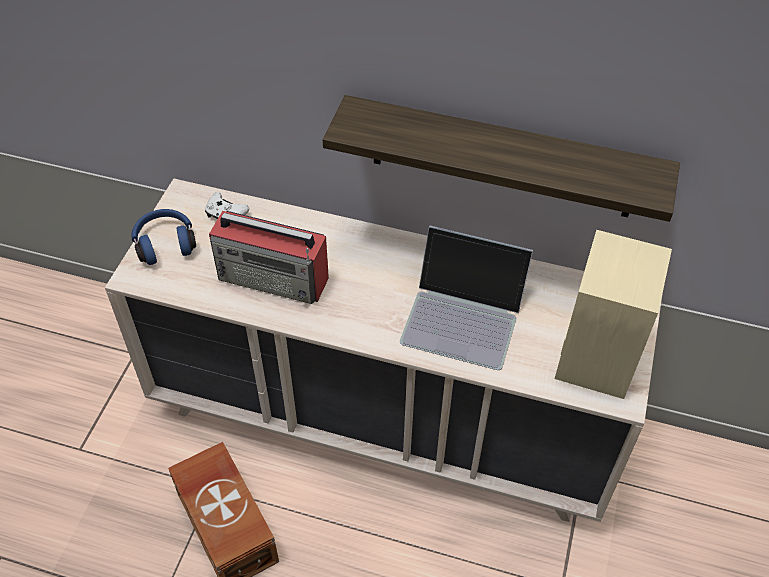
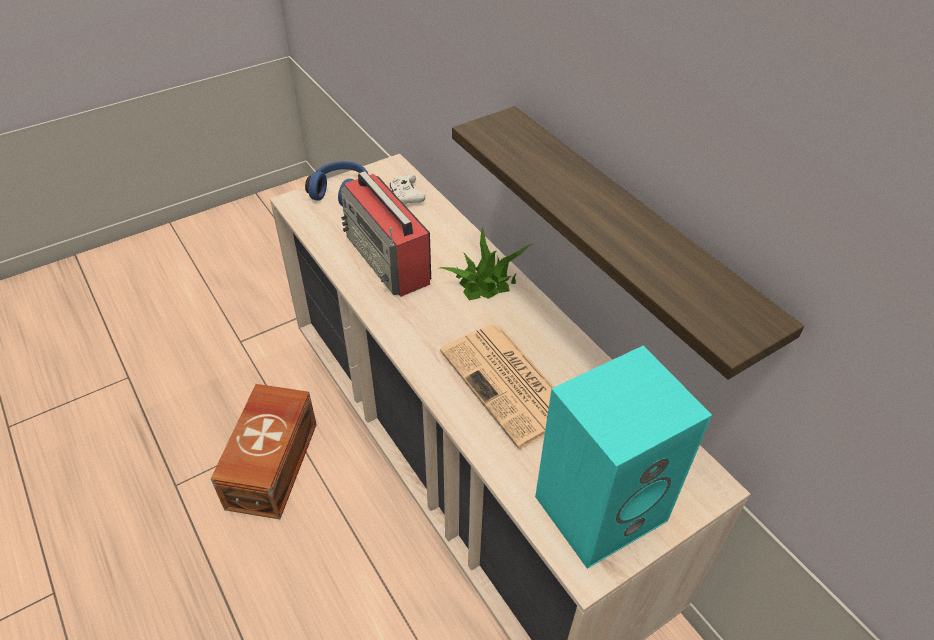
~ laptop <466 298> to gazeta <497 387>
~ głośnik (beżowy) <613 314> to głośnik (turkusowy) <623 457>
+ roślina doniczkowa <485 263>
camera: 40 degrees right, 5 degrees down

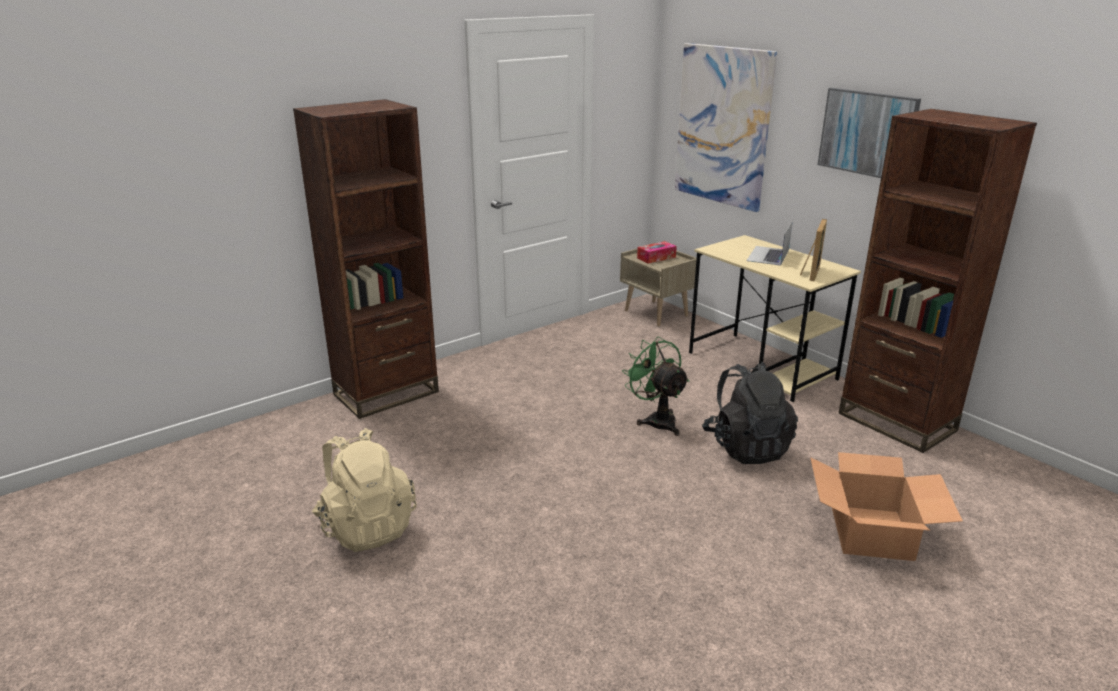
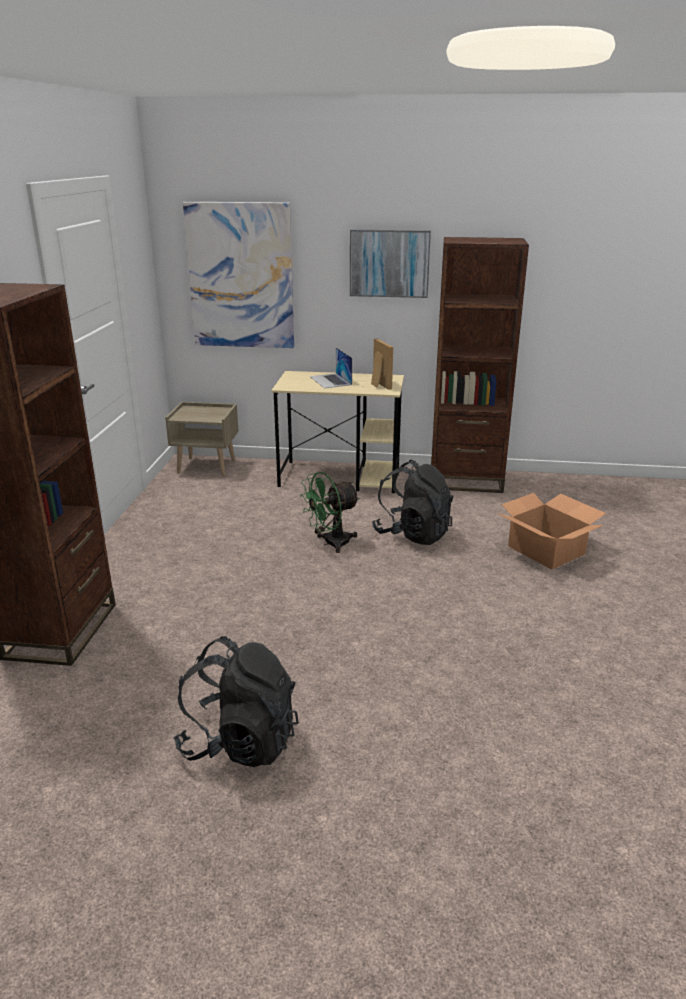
- pudełko chusteczek <657 252>
~ wentylator (zielony) <656 386> = <329 512> 45 degrees counterclockwise
~ plecak (beżowy) <364 490> to plecak (czarny) <236 701>
camera: 45 degrees left, 0 degrees up

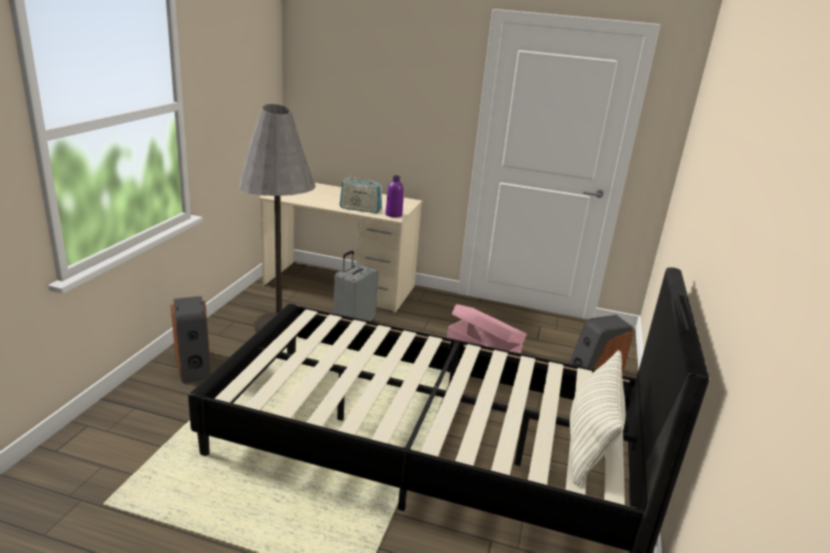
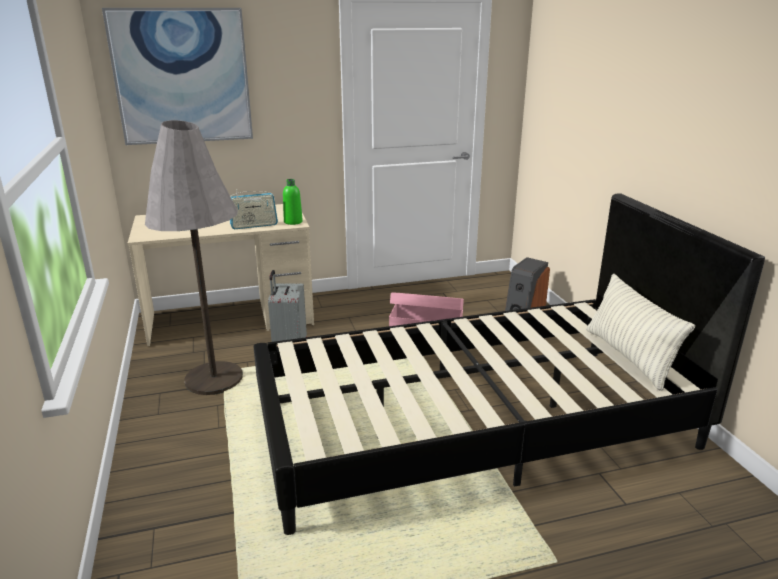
~ butelka (fioletowy) <394 196> to butelka (zielony) <293 202>
- głośnik <191 339>
+ obraz <177 76>
camera: 30 degrees left, 0 degrees up

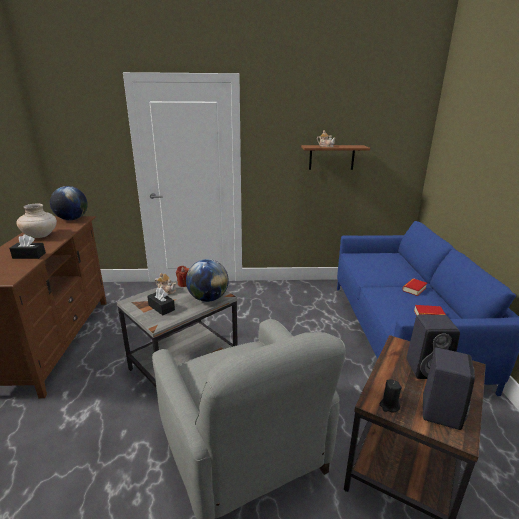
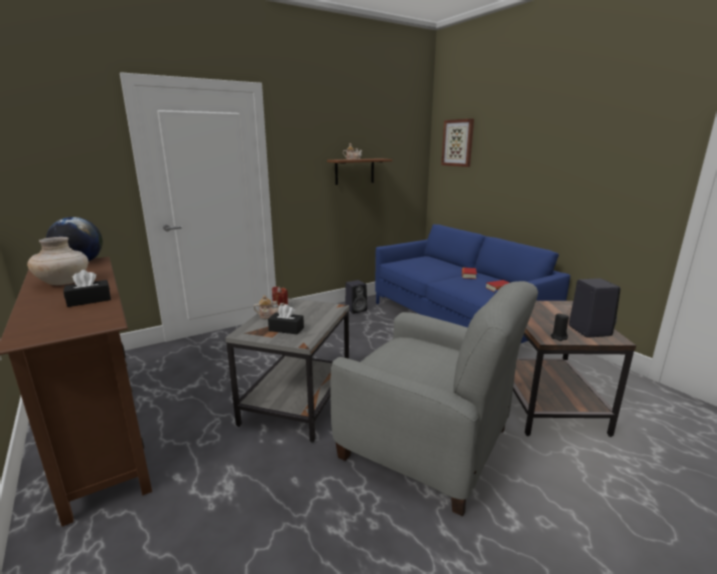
- globus <207 280>
~ głośnik (czarny) <433 347> to <356 297>
+ obraz <457 143>
camera: 30 degrees left, 5 degrees down

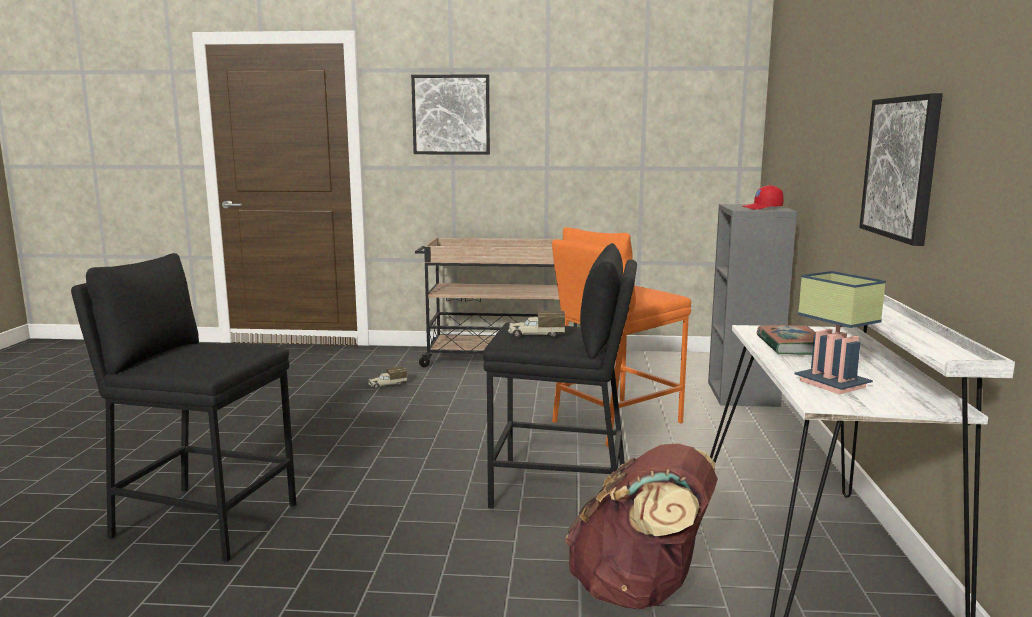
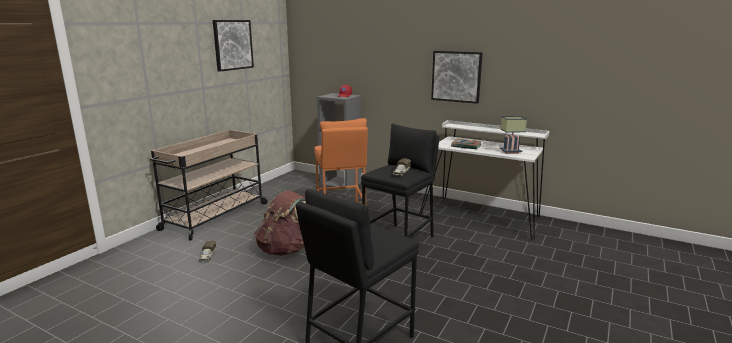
~ obraz <450 114> to <233 46>
~ plecak (brązowy) <641 526> to <280 223>
camera: 65 degrees left, 5 degrees up

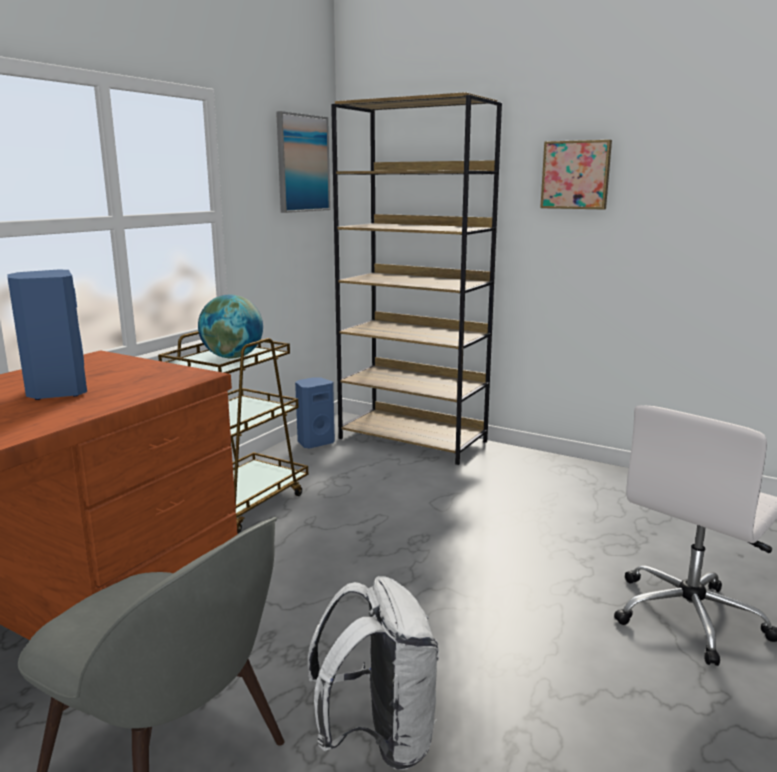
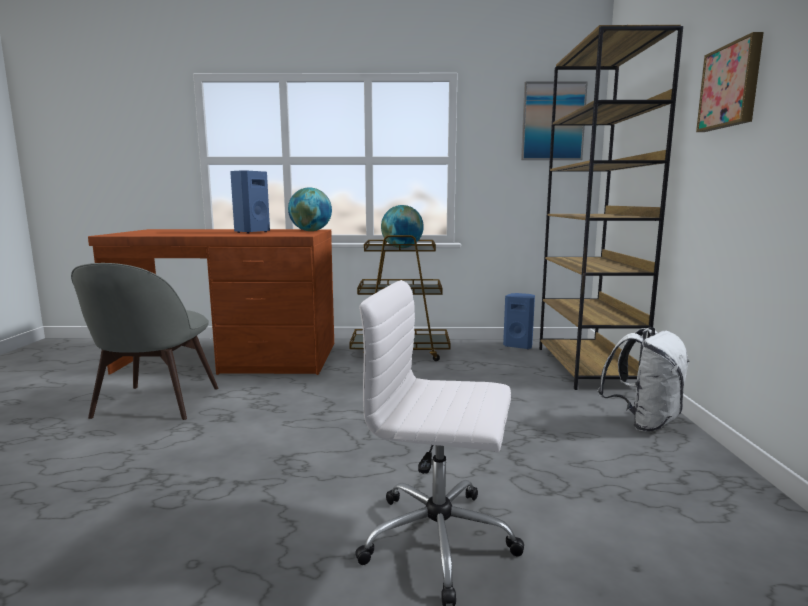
~ plecak (biały) <373 673> to <643 379>
+ globus <310 209>
camera: 60 degrees right, 5 degrees down

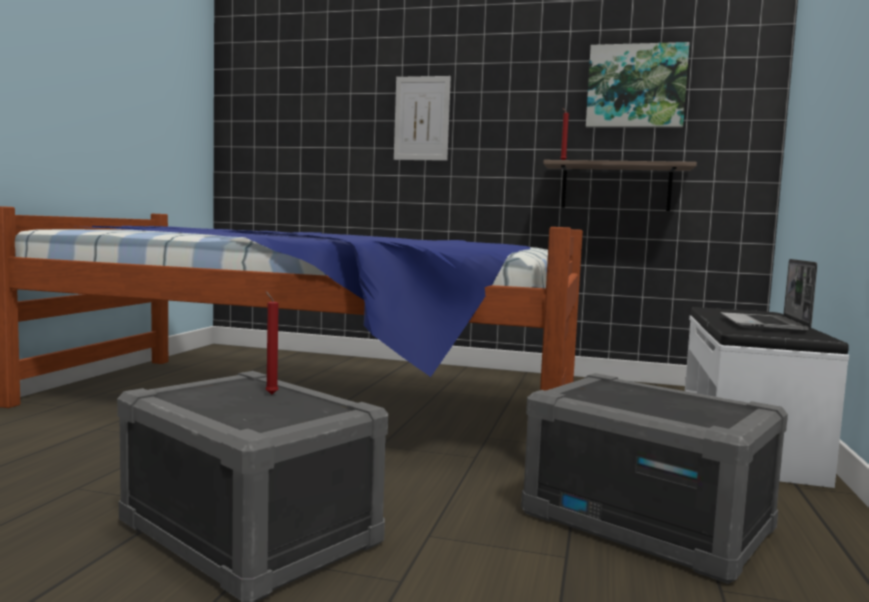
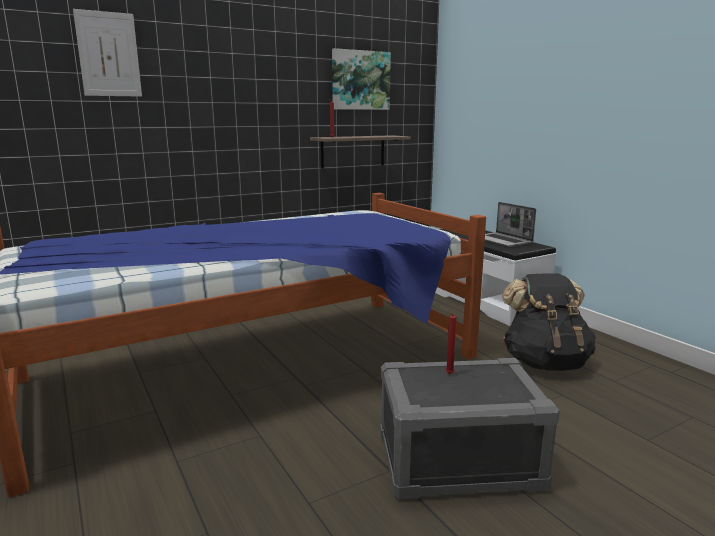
~ obraz <422 118> to <107 53>
~ pojemnik do przechowywania (szary) <654 478> to plecak (czarny) <549 322>
camera: 45 degrees left, 10 degrees up

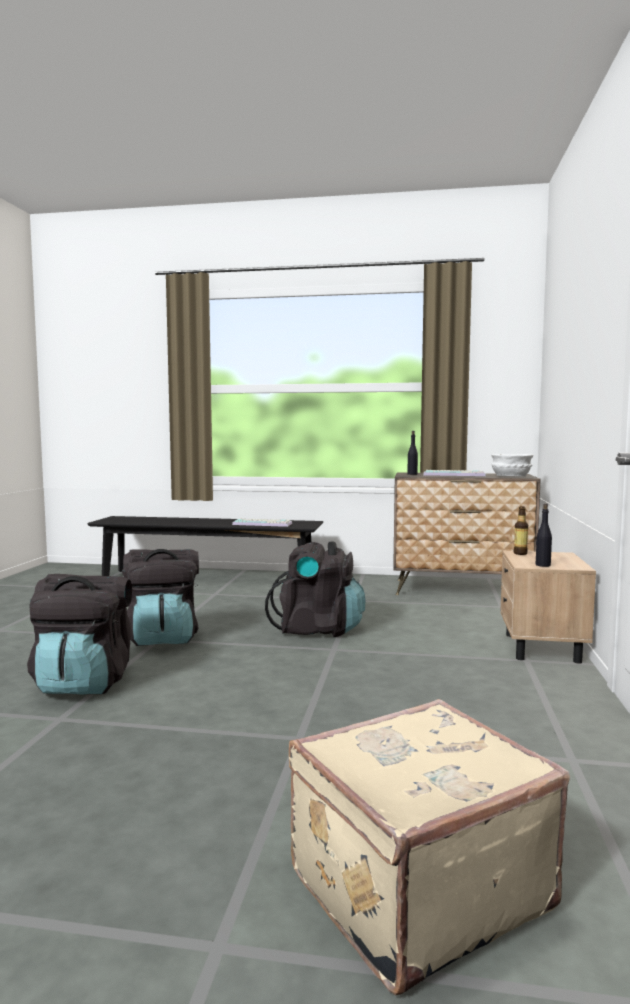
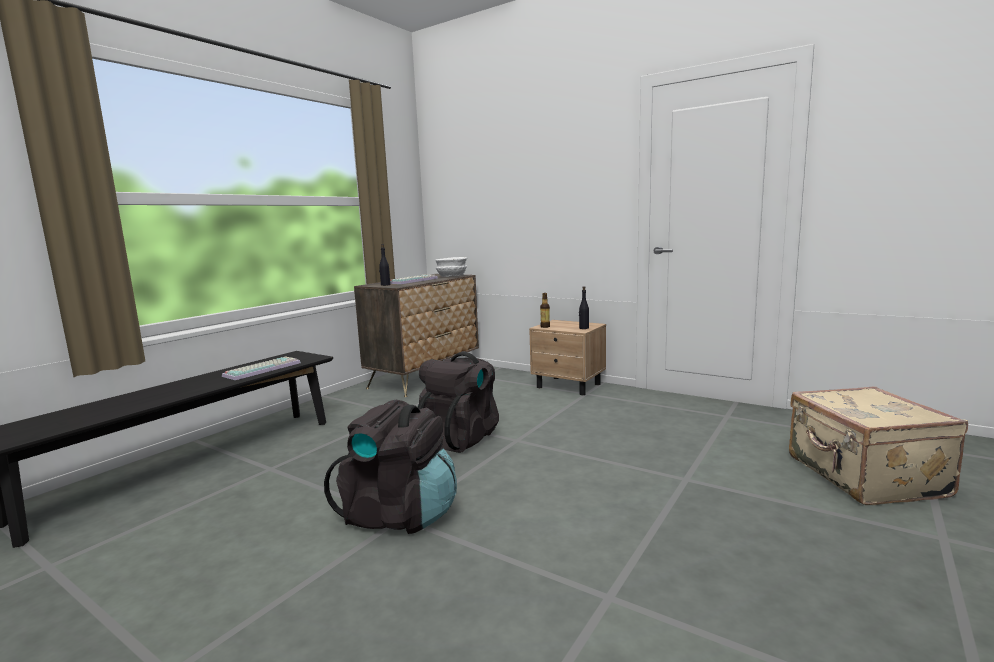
- plecak (czarny) <79 634>
camera: 65 degrees left, 5 degrees up

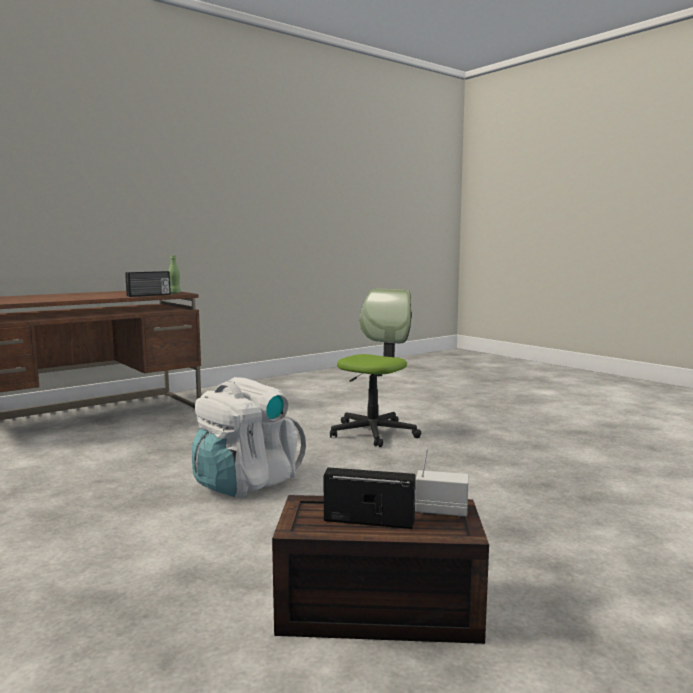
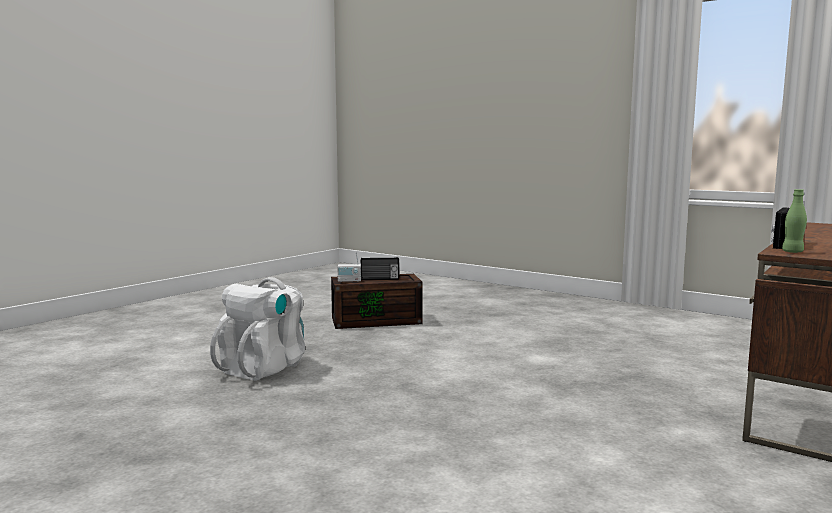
- krzesło biurowe <375 367>
~ plecak (biały) <249 437> to <257 329>
camera: 165 degrees right, 0 degrees up

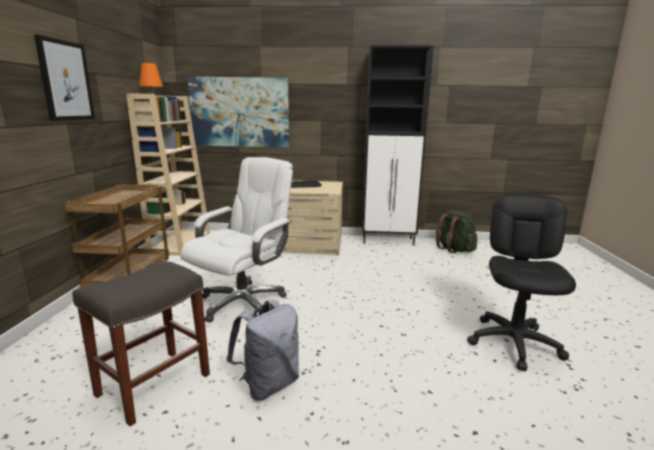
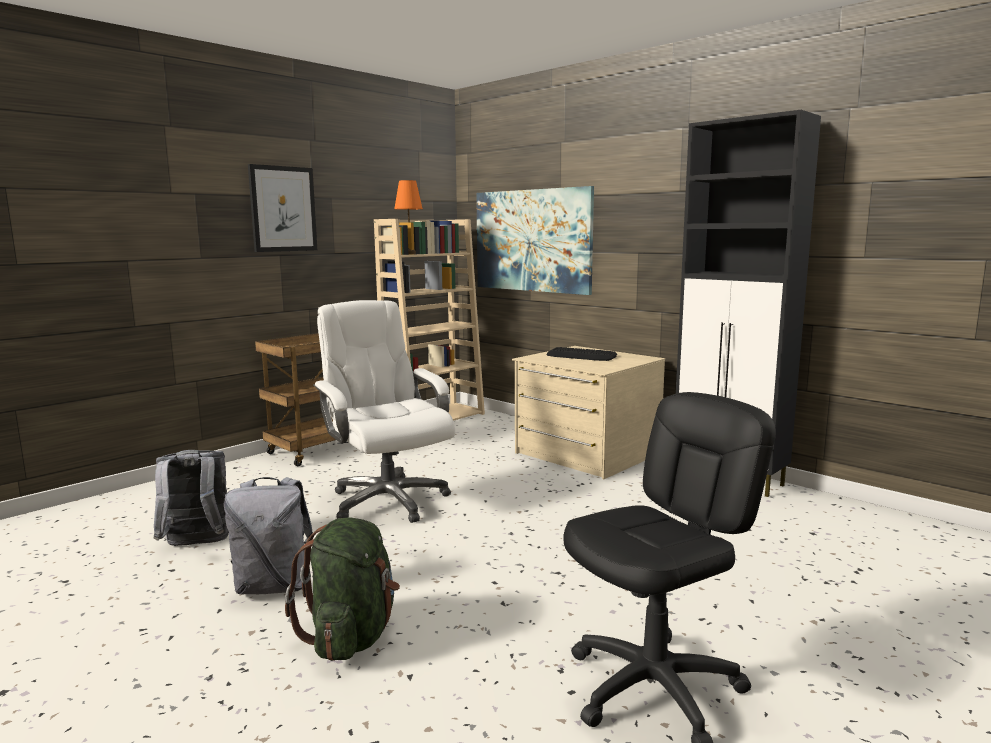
~ krzesło biurowe (biały) <236 239> = <384 411> 105 degrees counterclockwise
~ plecak (zielony) <456 231> to <342 589>
~ stołek (szary) <141 343> to plecak (szary) <191 498>
camera: 40 degrees right, 5 degrees down

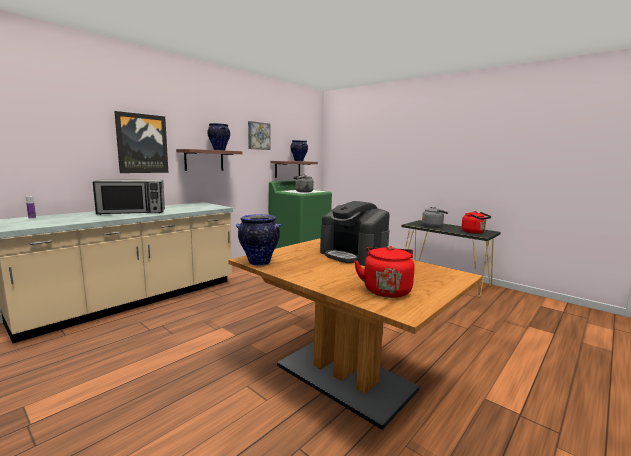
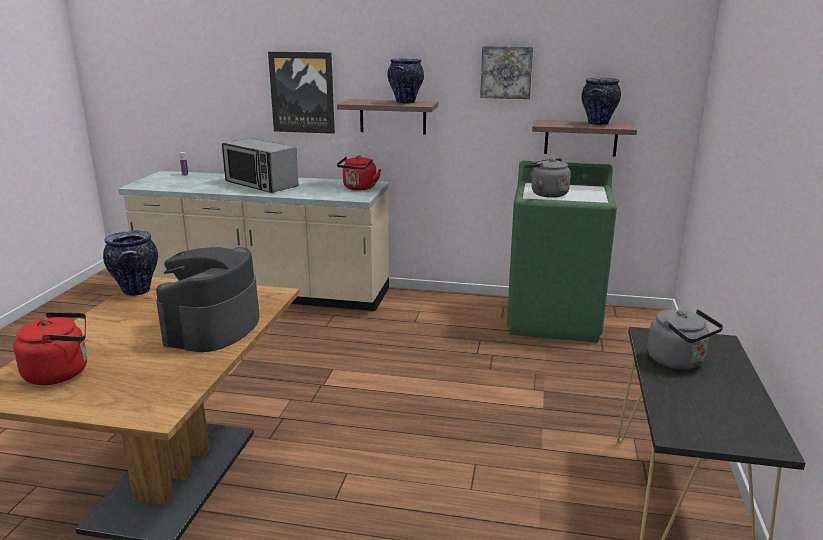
~ czajnik (czerwony) <476 222> to <359 173>
camera: 60 degrees right, 10 degrees up

